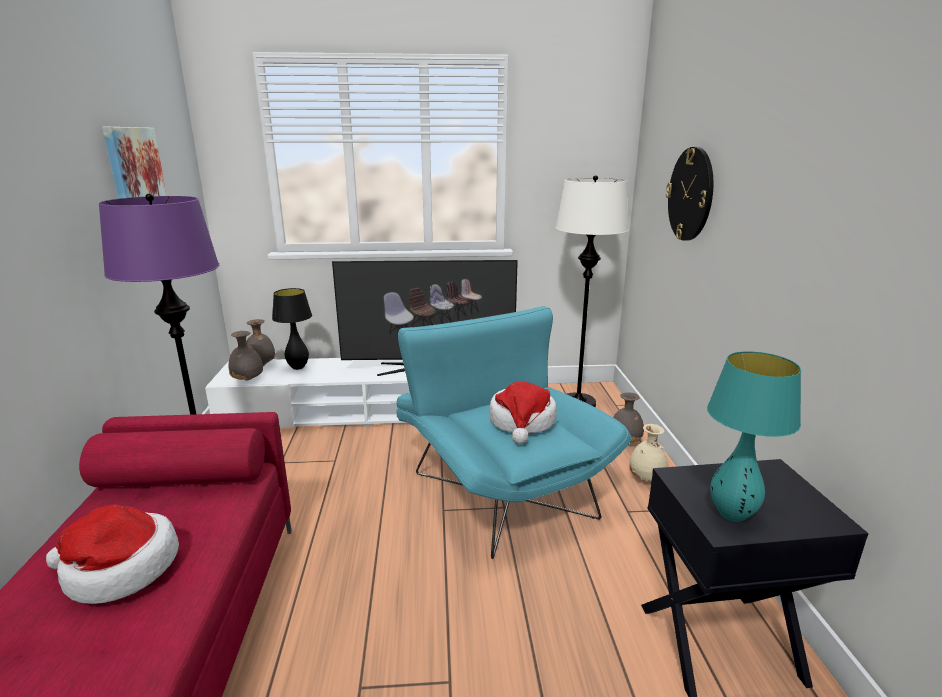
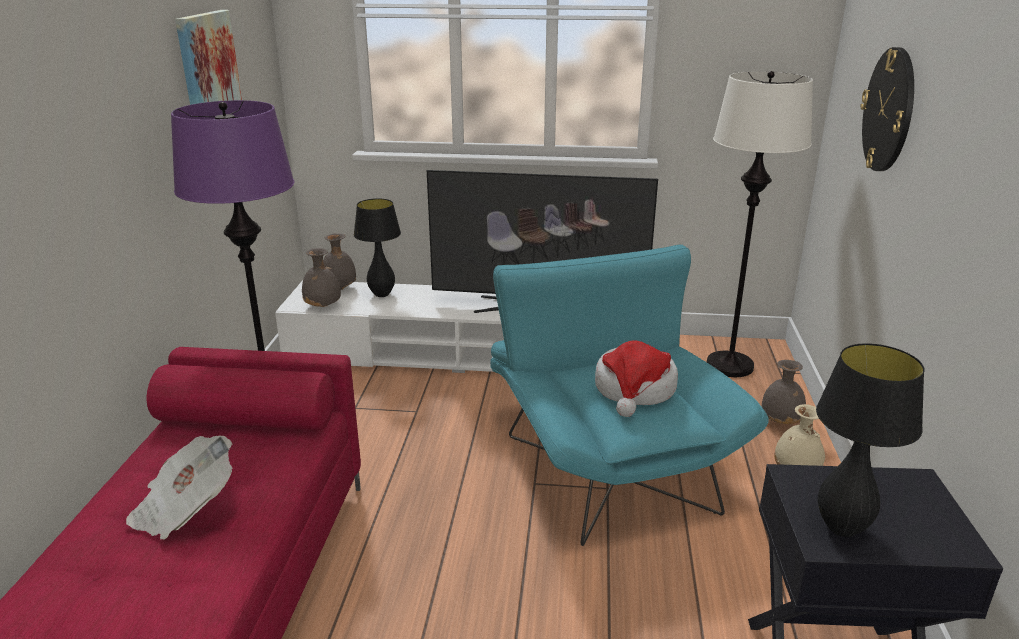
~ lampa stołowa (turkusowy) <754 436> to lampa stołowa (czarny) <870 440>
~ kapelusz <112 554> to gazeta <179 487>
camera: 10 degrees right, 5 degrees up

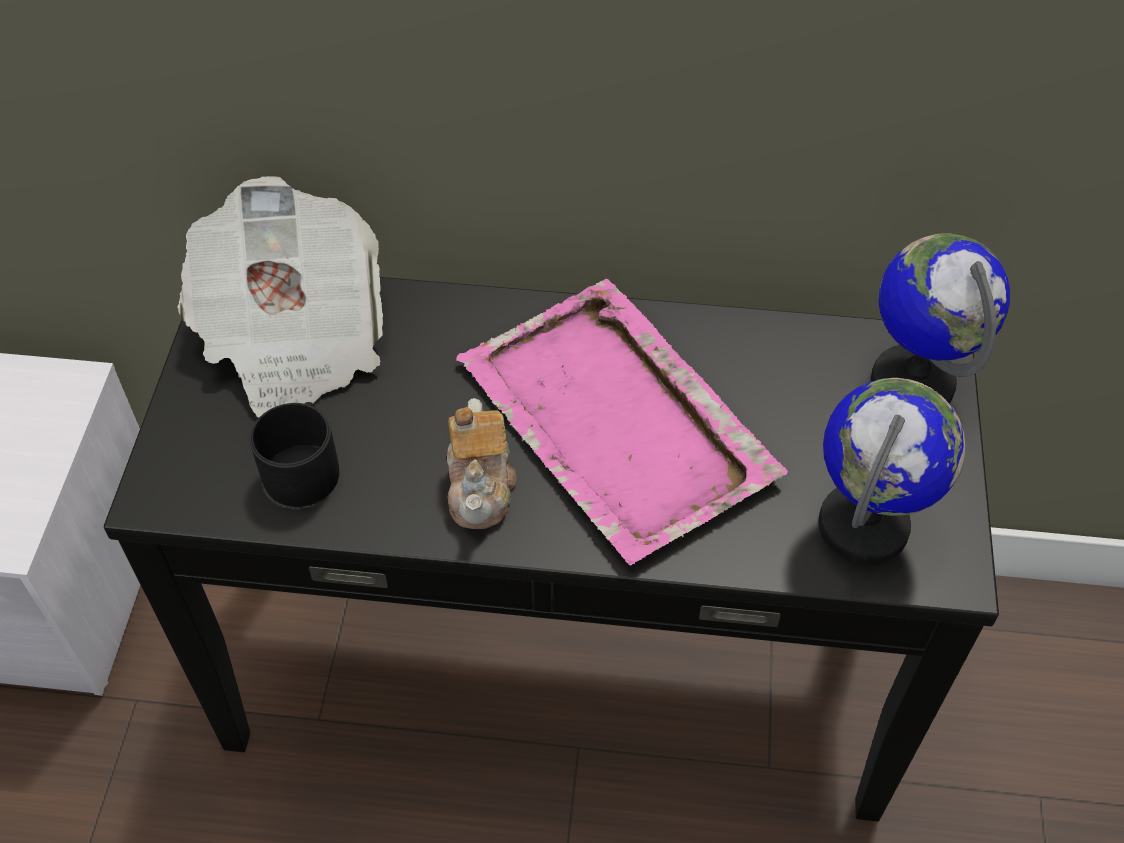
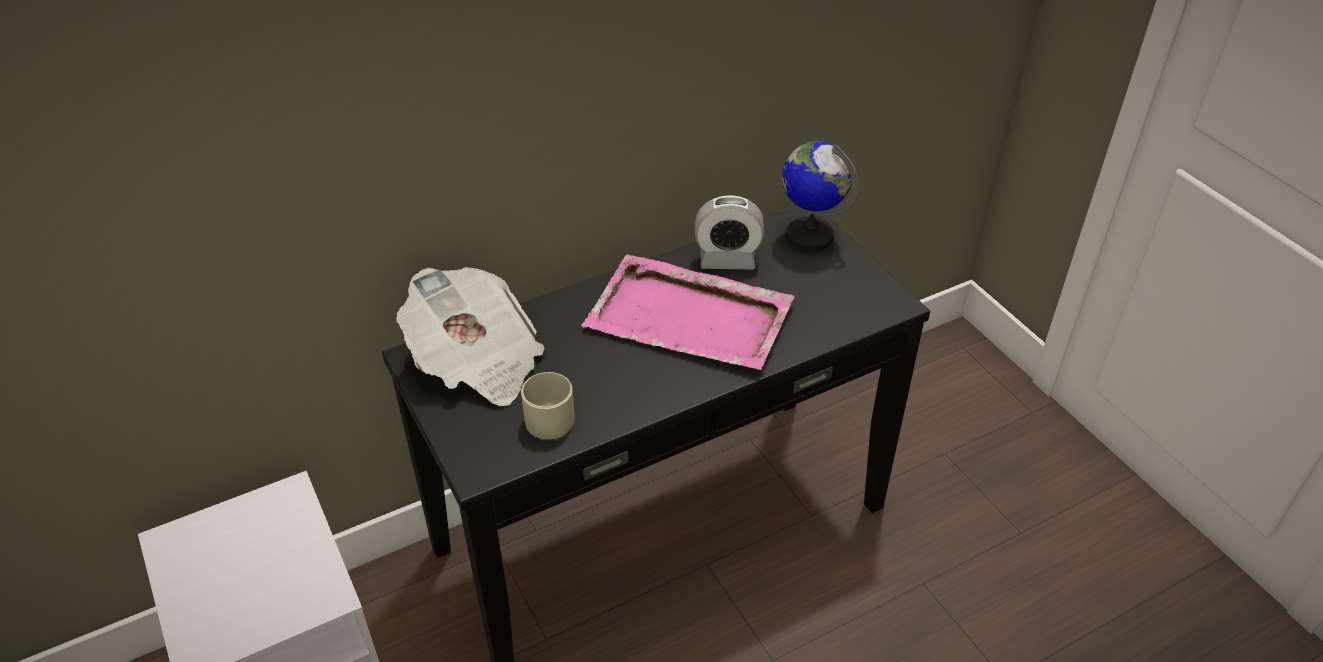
- globus <891 471>
- imbryk <481 463>
~ kubek (czarny) <294 454> to kubek (beżowy) <547 405>
+ budzik <729 232>
camera: 35 degrees left, 10 degrees down

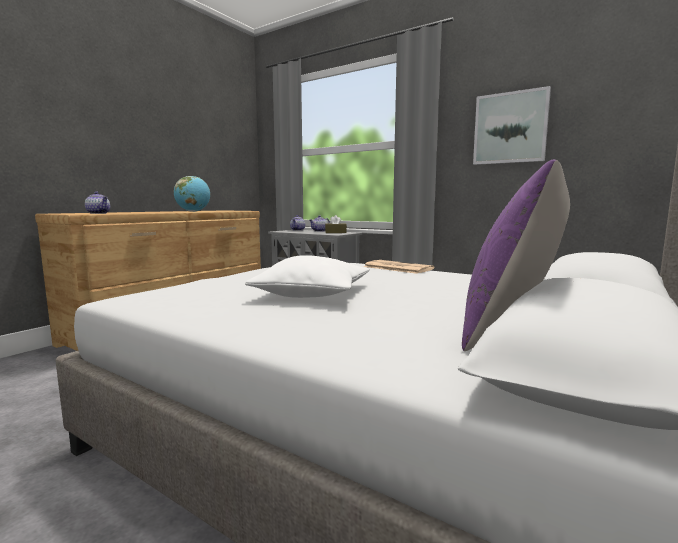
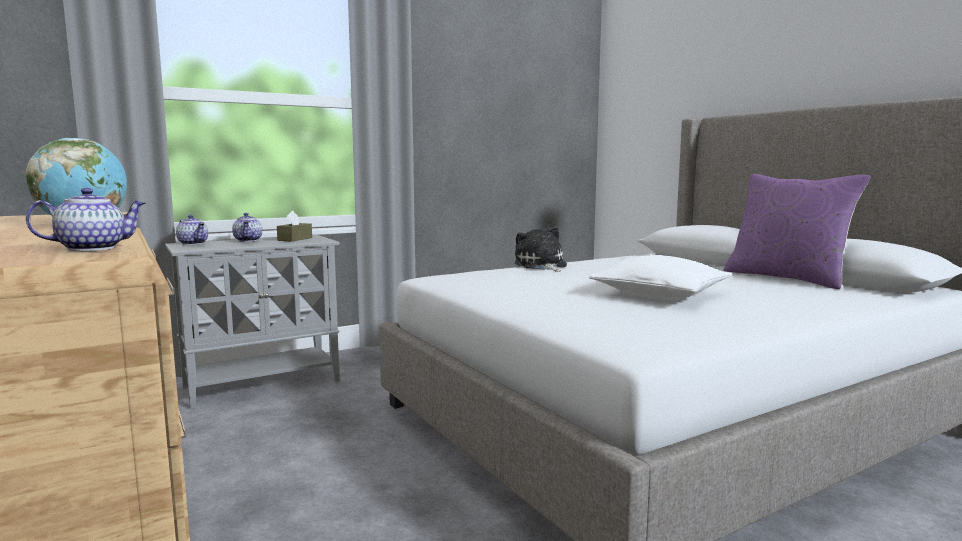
- obraz <512 125>
~ gazeta <399 267> to pluszak <541 248>
camera: 65 degrees left, 0 degrees up

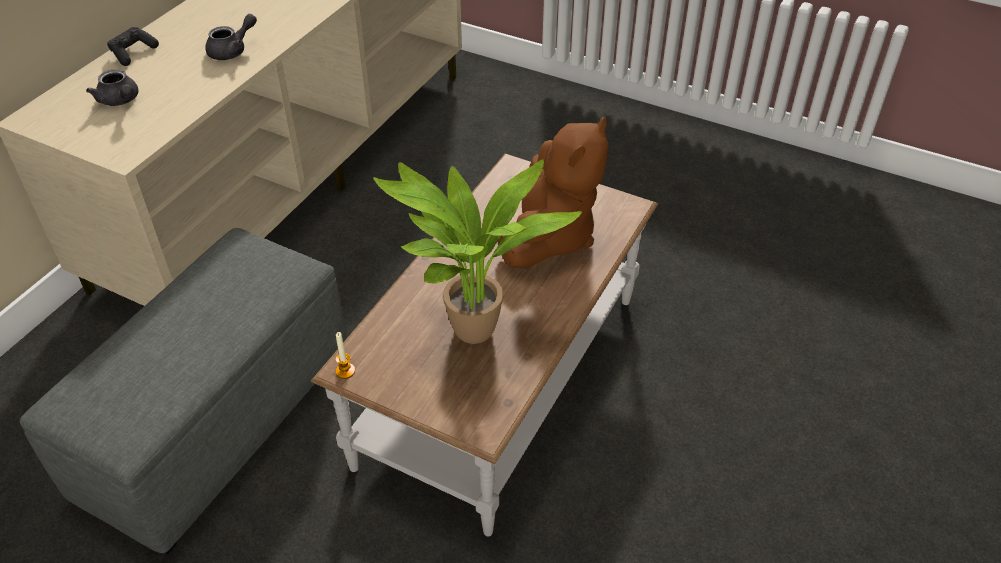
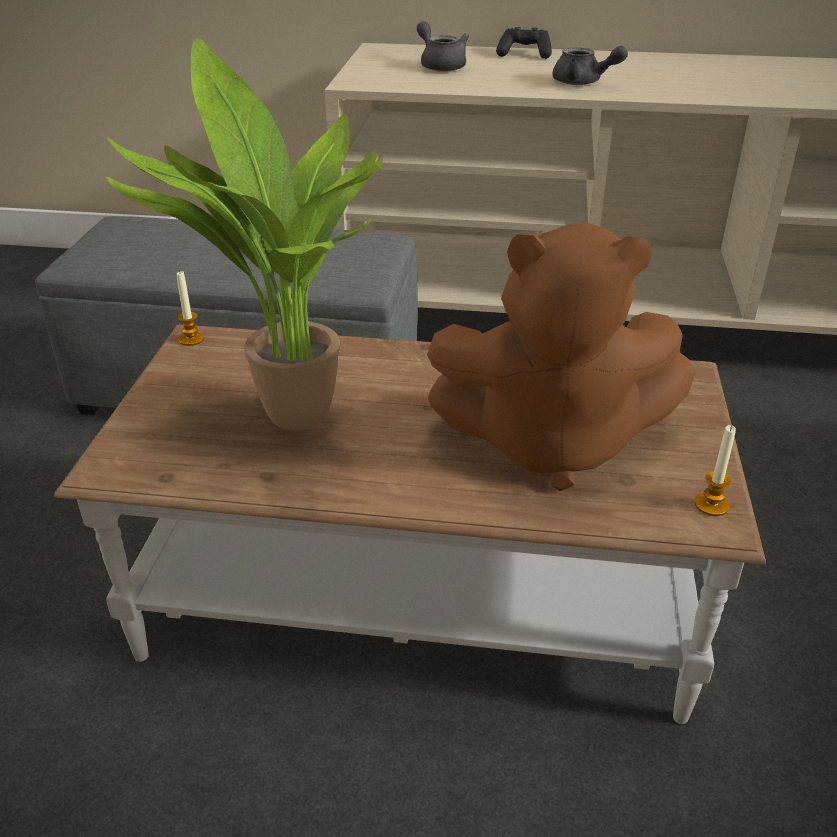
~ imbryk (szary) <112 87> = <443 46> 120 degrees clockwise
+ świeca <715 470>
camera: 70 degrees right, 10 degrees down

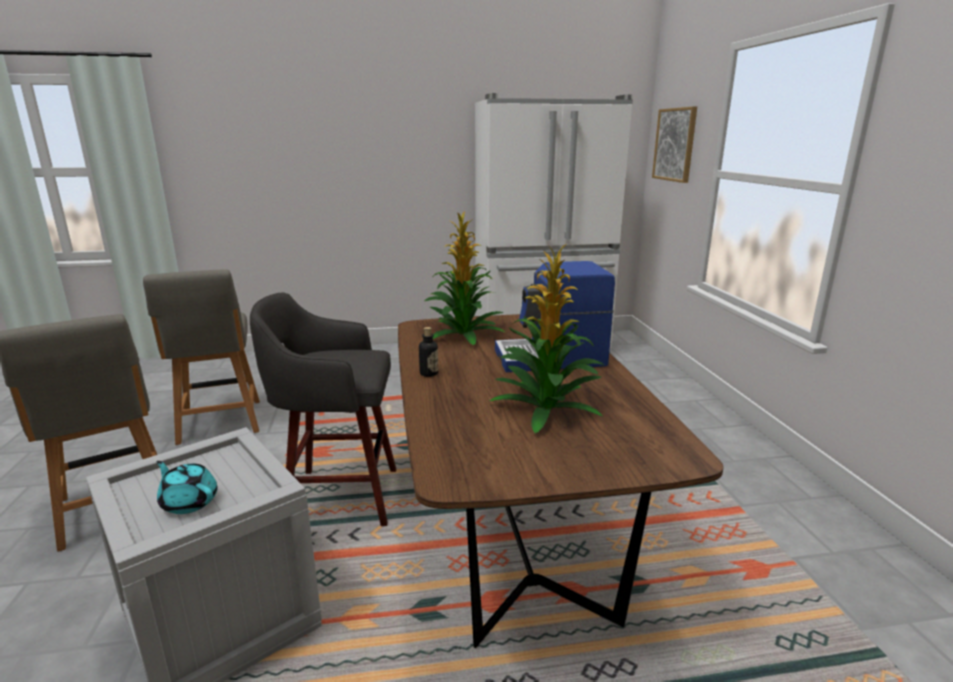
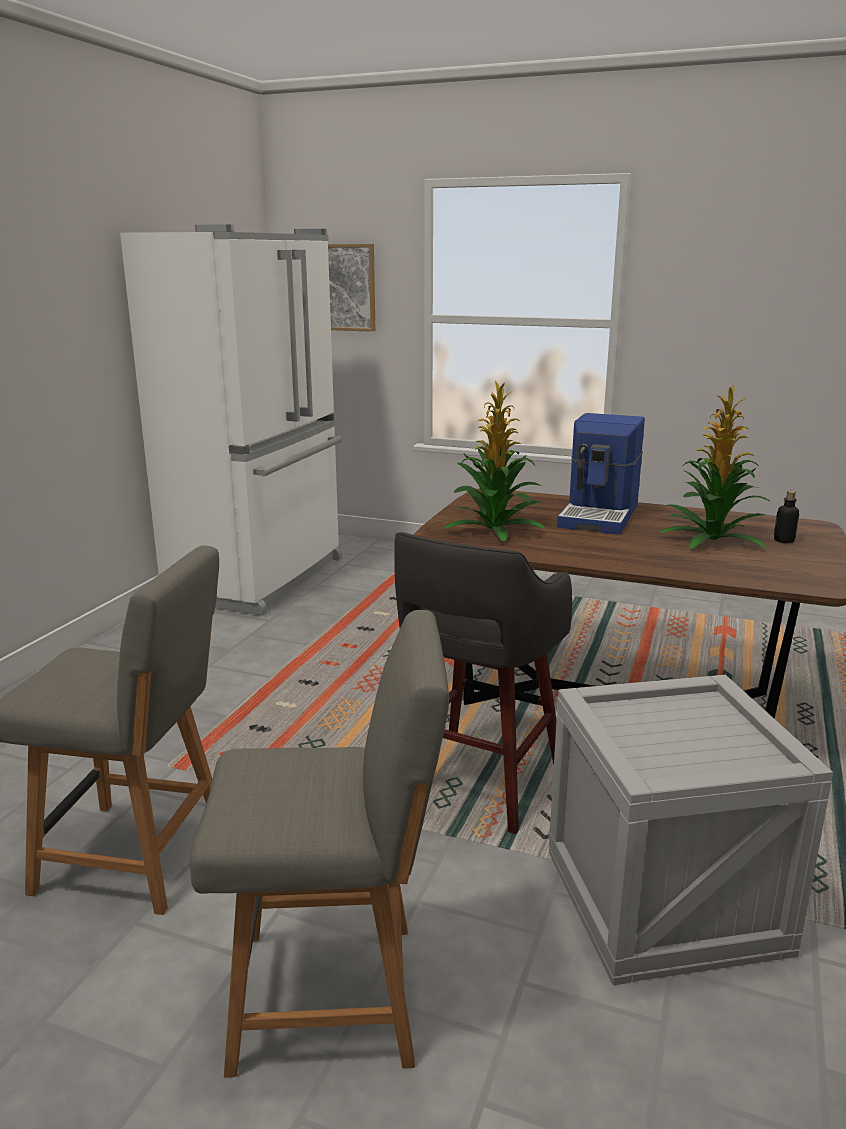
~ butelka <428 352> to <786 517>
- imbryk (turkusowy) <186 487>
camera: 60 degrees left, 0 degrees up

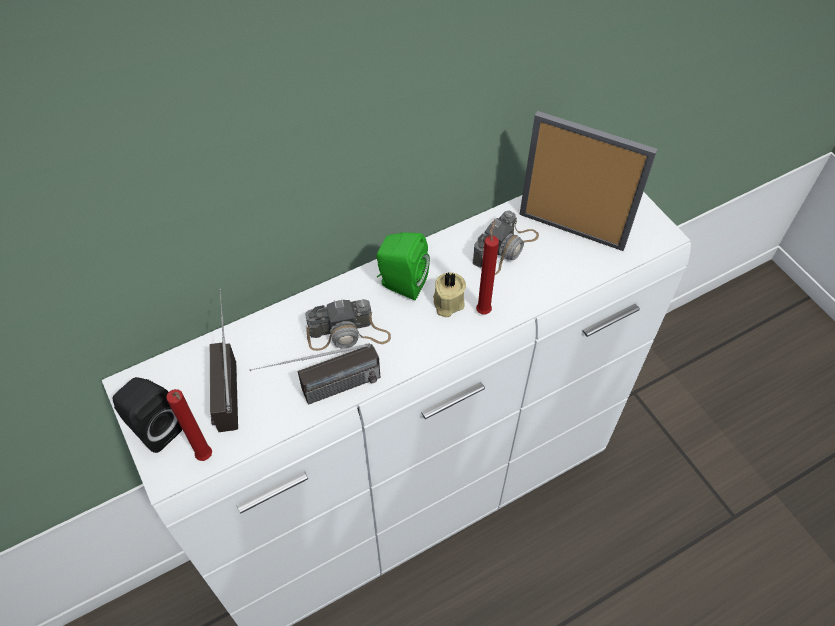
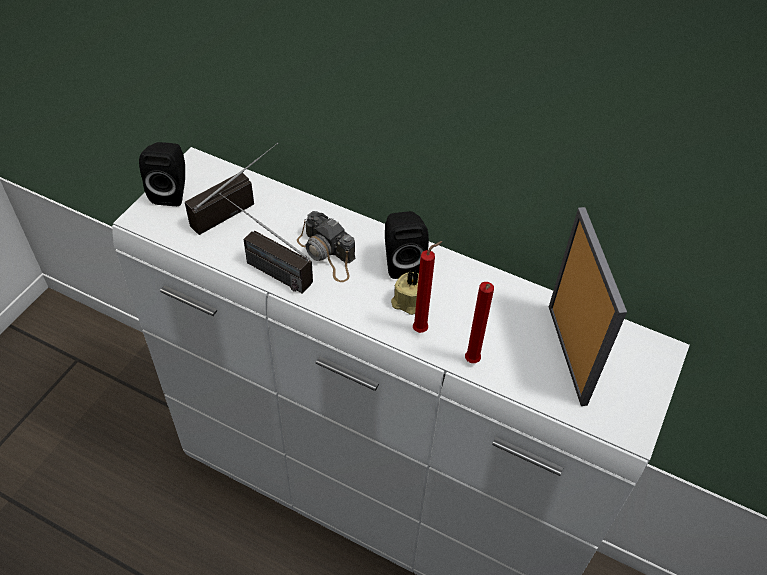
- aparat fotograficzny <506 243>
~ głośnik (zielony) <403 266> to głośnik (czarny) <407 245>
~ świeca (czerwony) <189 425> to <479 322>
camera: 55 degrees right, 5 degrees down

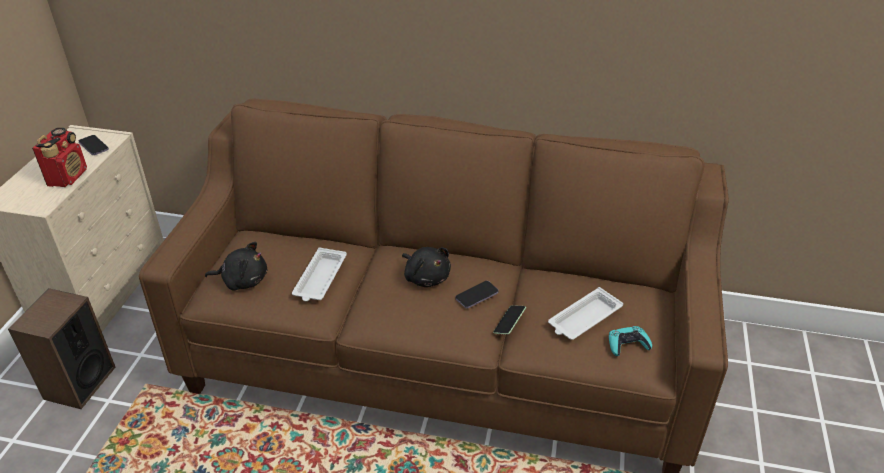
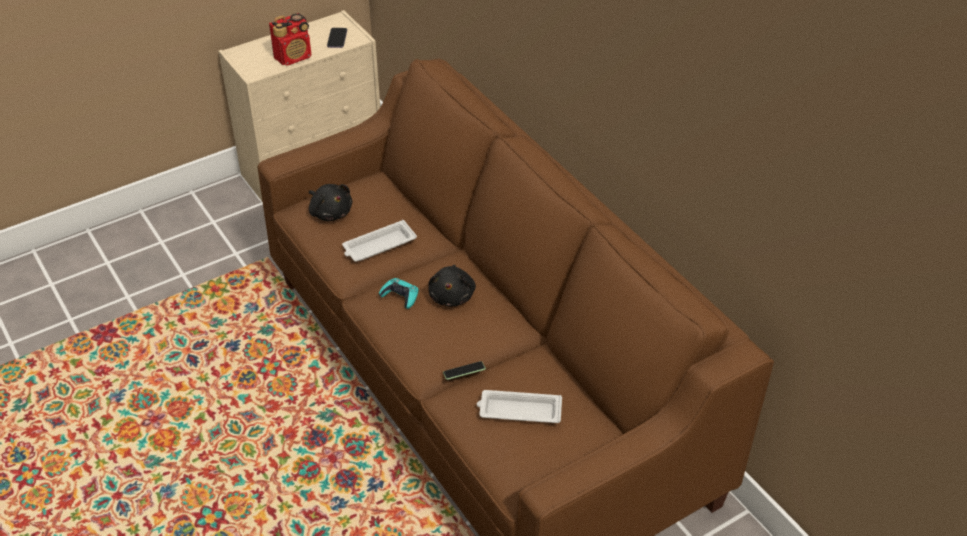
- telefon <477 294>
- głośnik <61 348>
~ pad do gier (turkusowy) <630 341> to <399 293>
camera: 45 degrees right, 5 degrees up

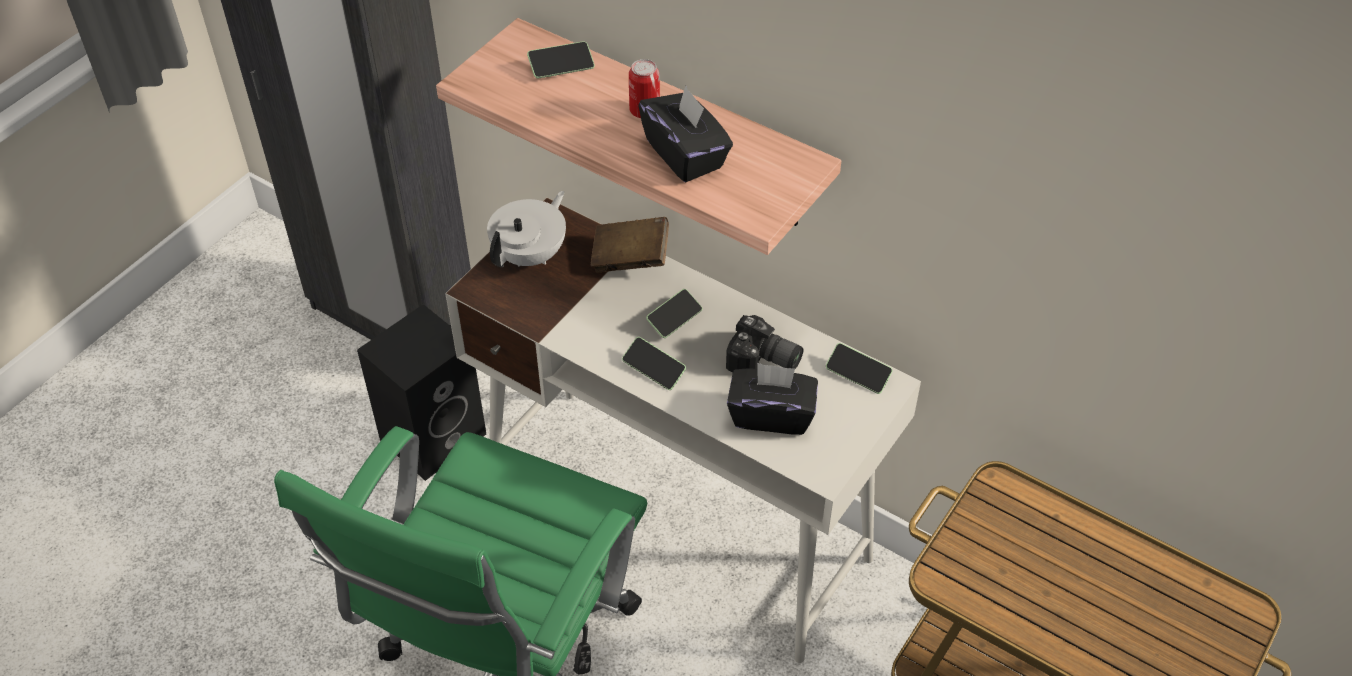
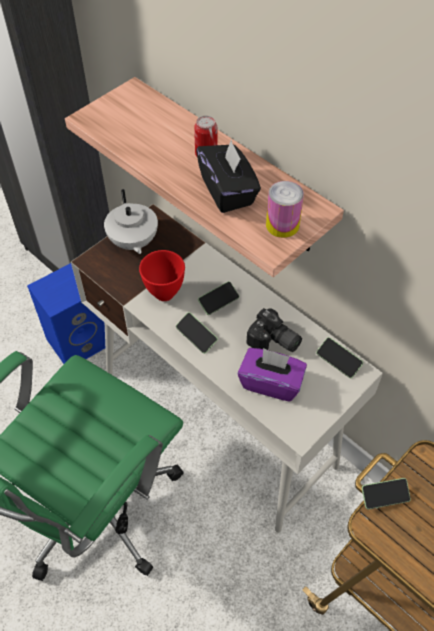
~ telefon <561 59> to <386 493>
~ imbryk (biały) <526 229> = <131 221> 120 degrees clockwise
- książka (brązowy) <630 245>
~ głośnik (czarny) <421 392> to głośnik (niebieski) <66 313>
~ pudełko chusteczek (czarny) <772 399> to pudełko chusteczek (fioletowy) <272 375>
+ puszka <285 209>
+ miska (czerwony) <162 275>
camera: 10 degrees right, 5 degrees up

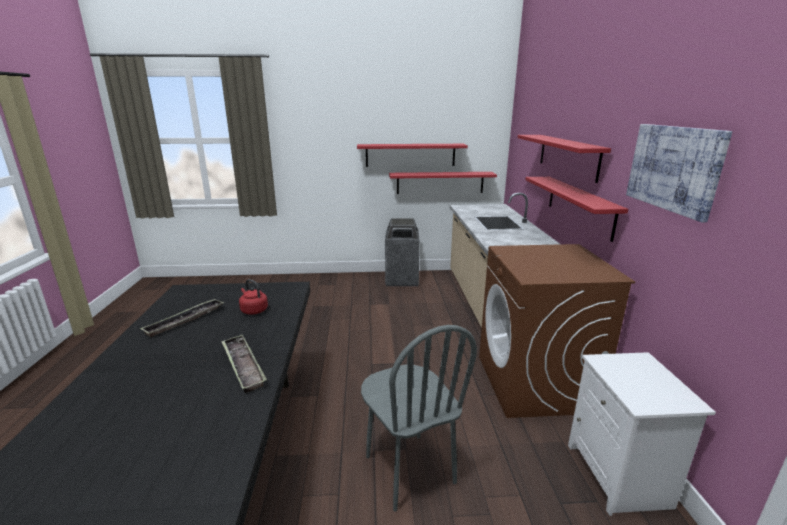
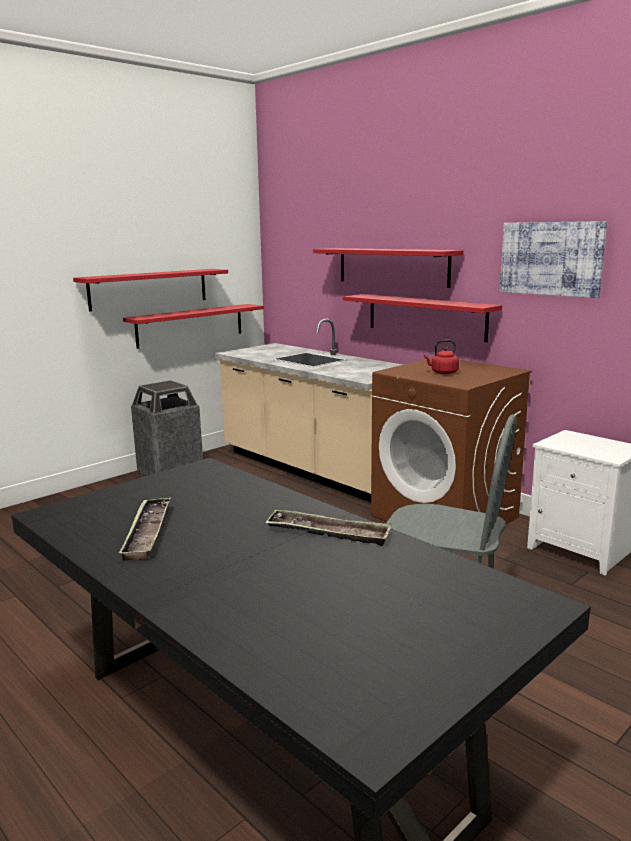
~ czajnik (czerwony) <253 297> to <441 357>
camera: 40 degrees left, 5 degrees down

